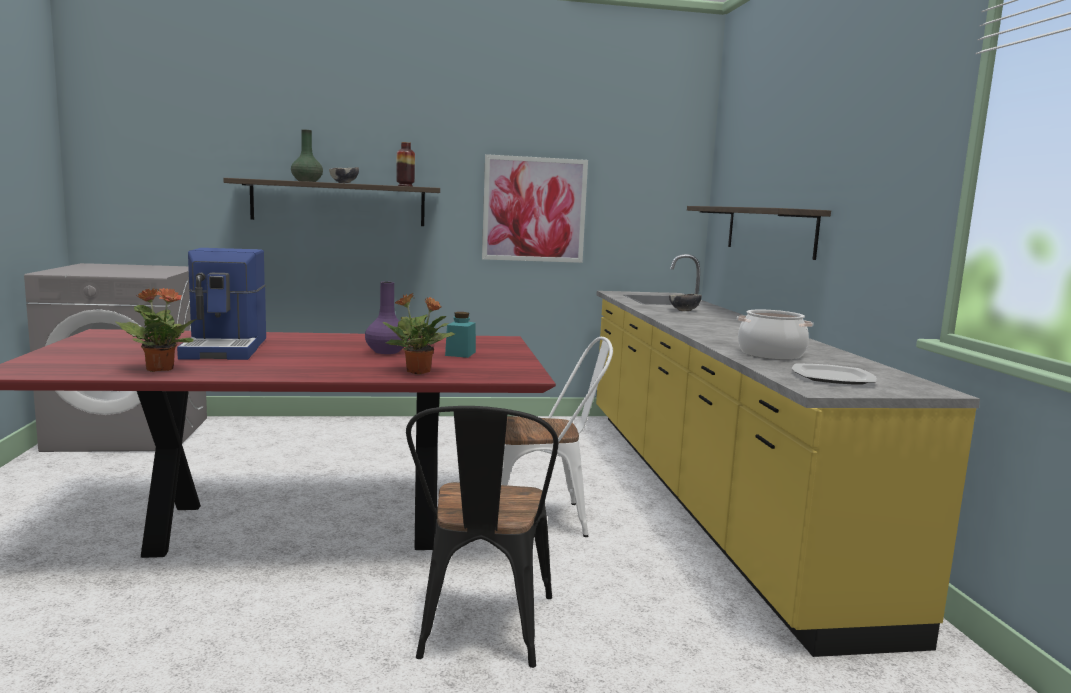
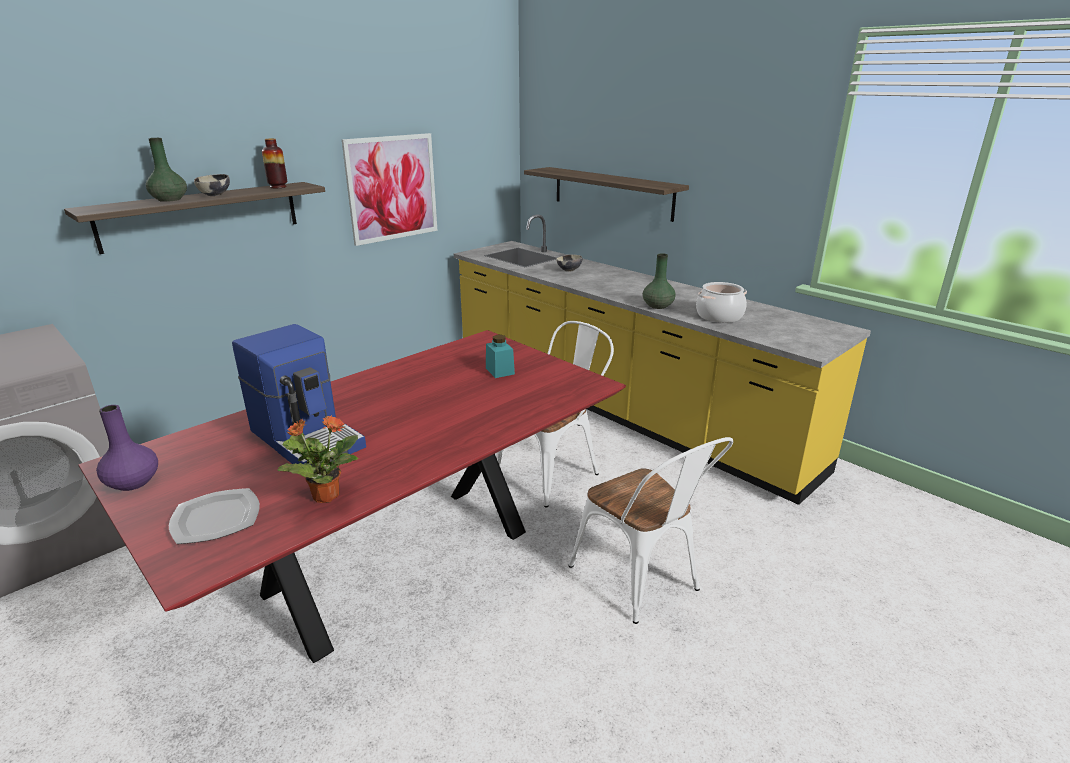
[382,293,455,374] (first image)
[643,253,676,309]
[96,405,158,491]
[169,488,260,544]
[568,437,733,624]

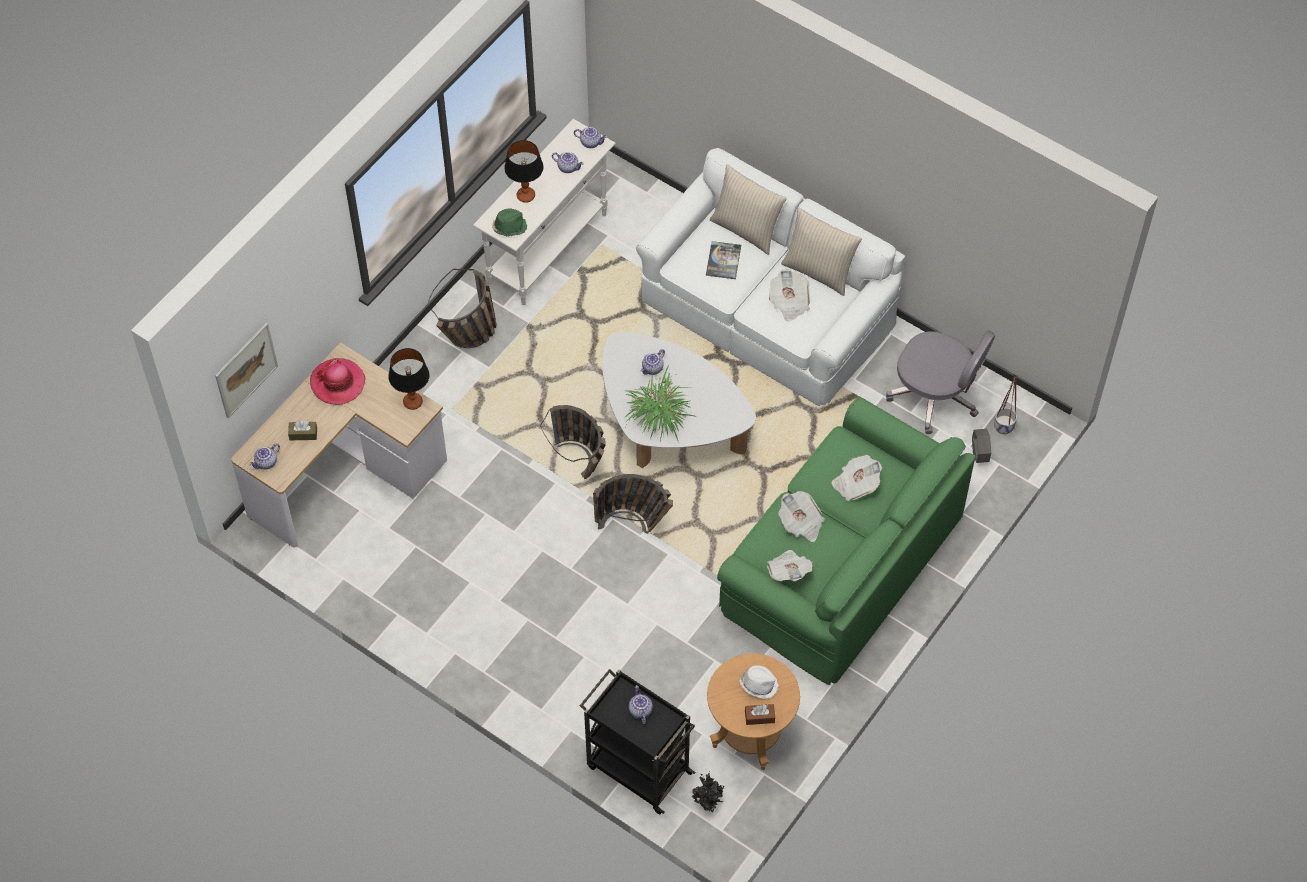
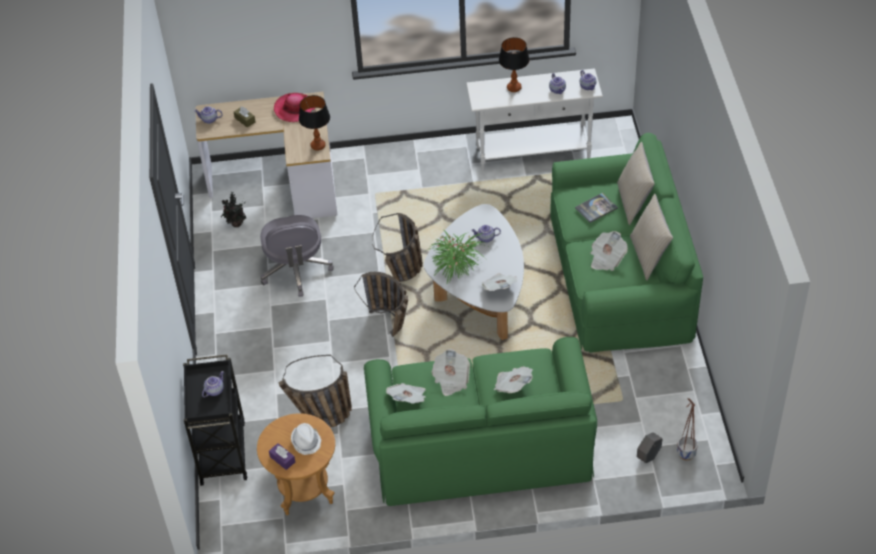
[215,323,278,418] (first image)
[492,208,527,236] (first image)
[482,273,517,291]
[278,355,352,428]
[221,192,246,227]
[260,215,334,297]
[550,133,703,353]
[269,443,295,470]

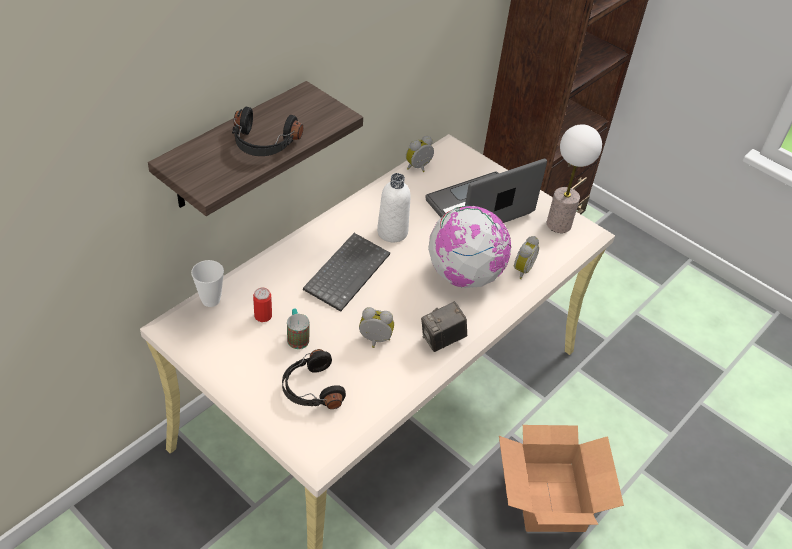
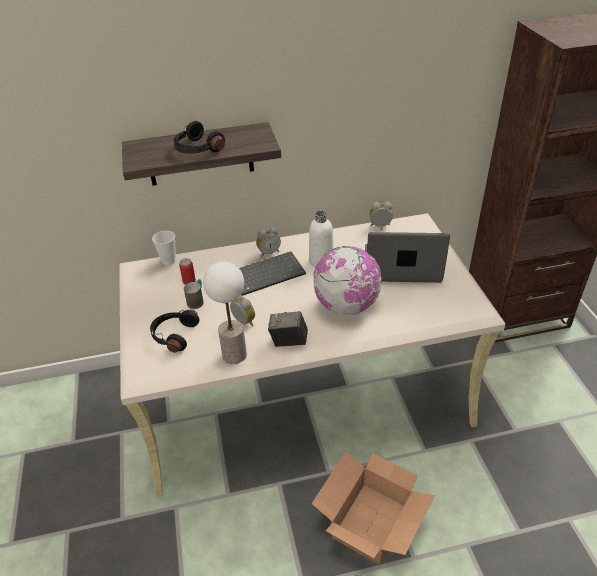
[256,227,281,258]
[203,262,247,364]

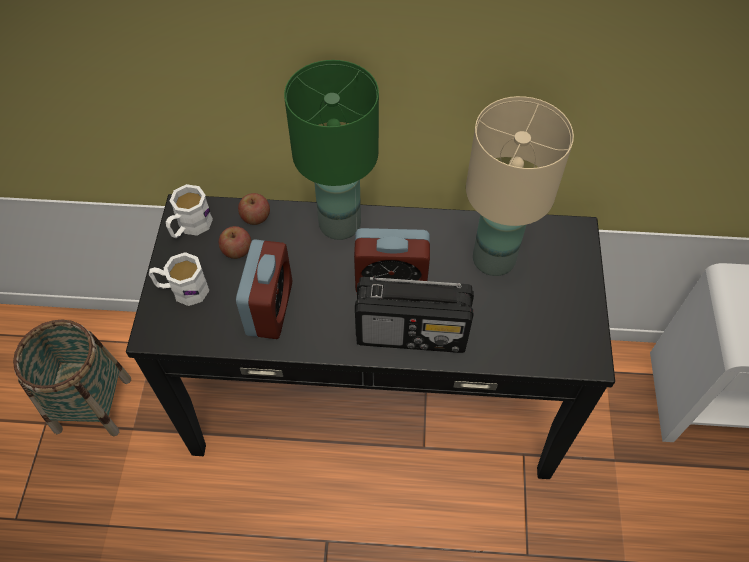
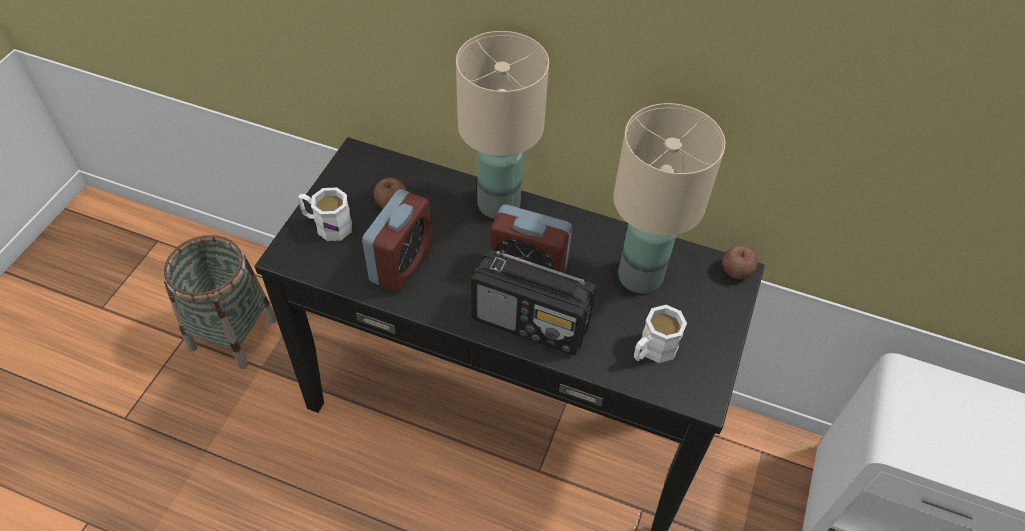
[634,305,687,363]
[723,245,758,279]
[456,31,549,219]

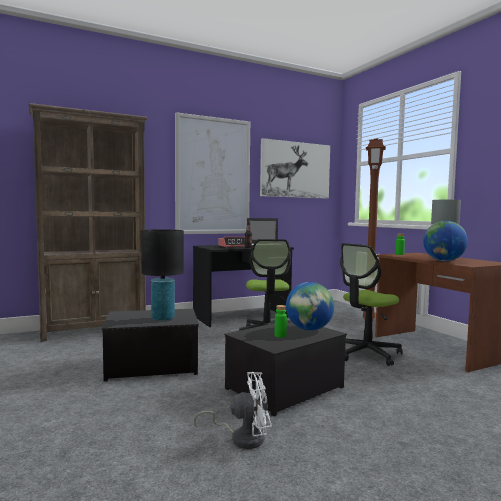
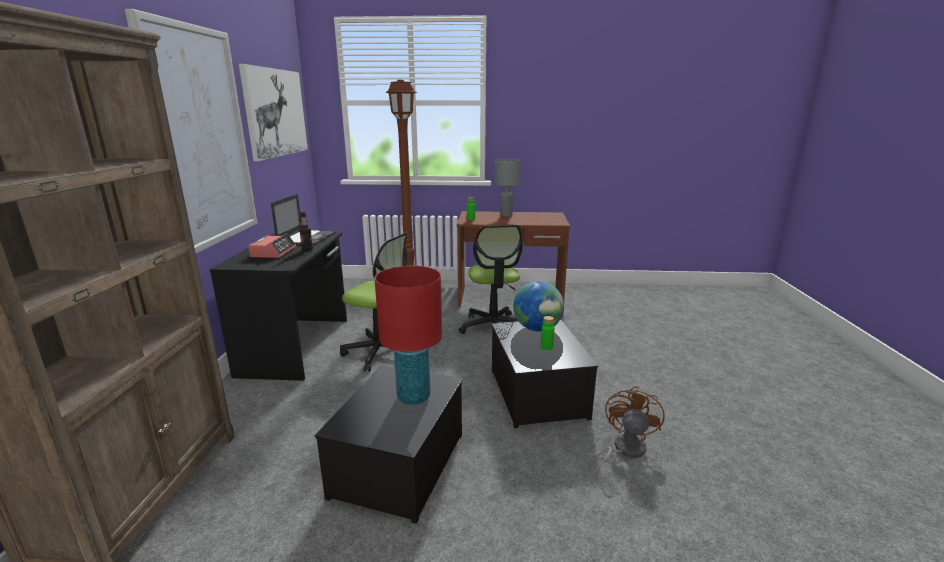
[423,221,468,261] (first image)
[374,266,442,405]
[594,386,665,472]

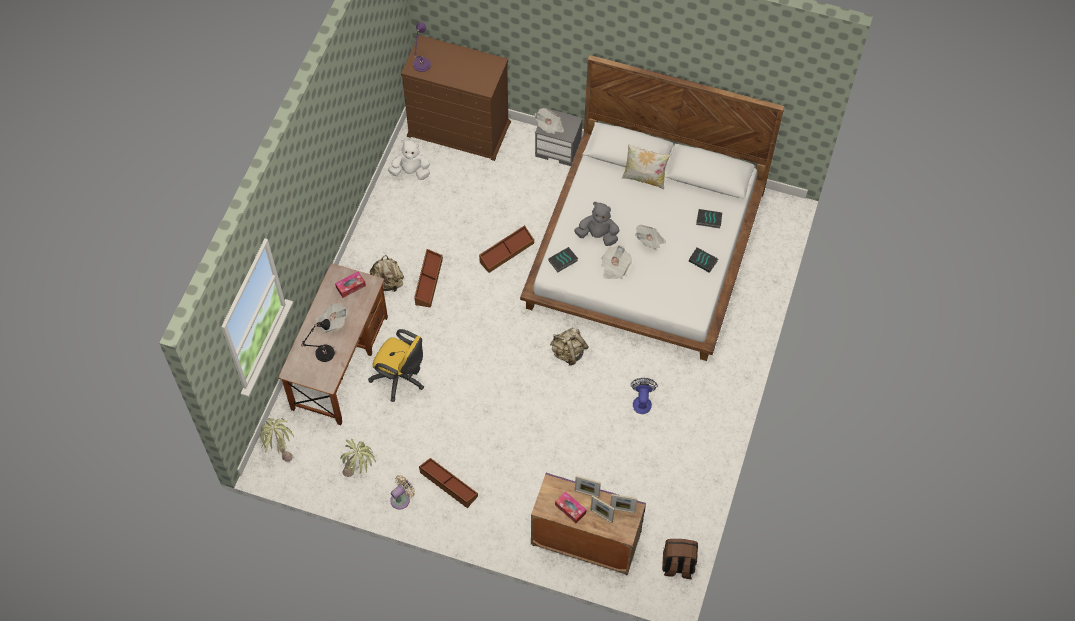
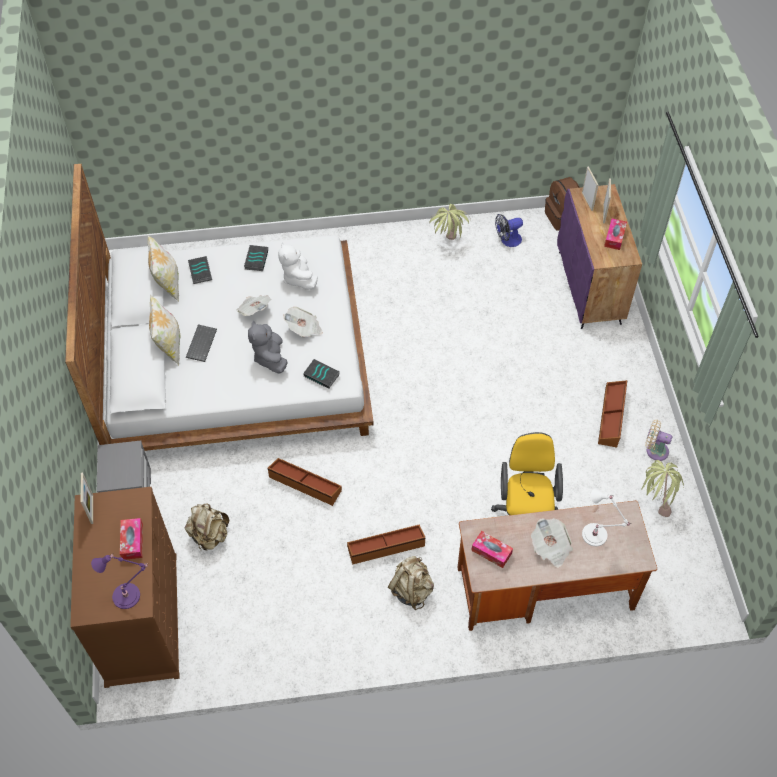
[534,108,564,134] (first image)
[120,518,143,560]
[148,235,179,302]
[186,324,217,362]
[430,204,470,240]
[278,242,318,290]
[185,503,229,550]
[81,473,93,524]
[495,214,523,247]
[582,488,631,546]

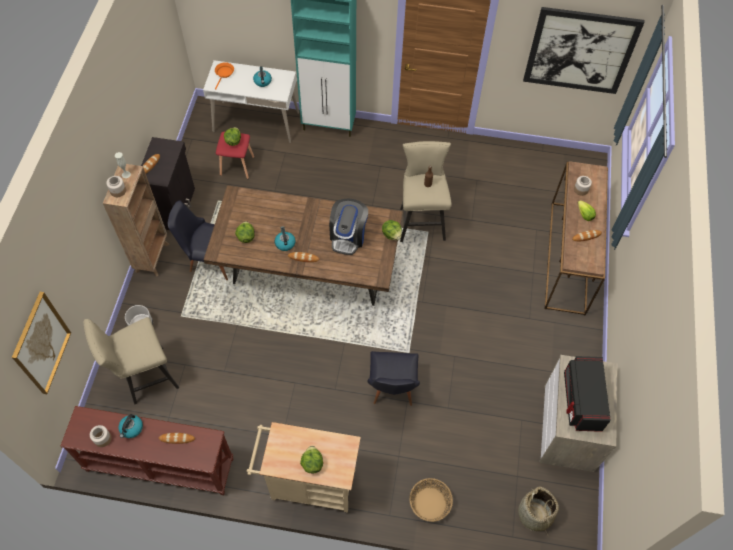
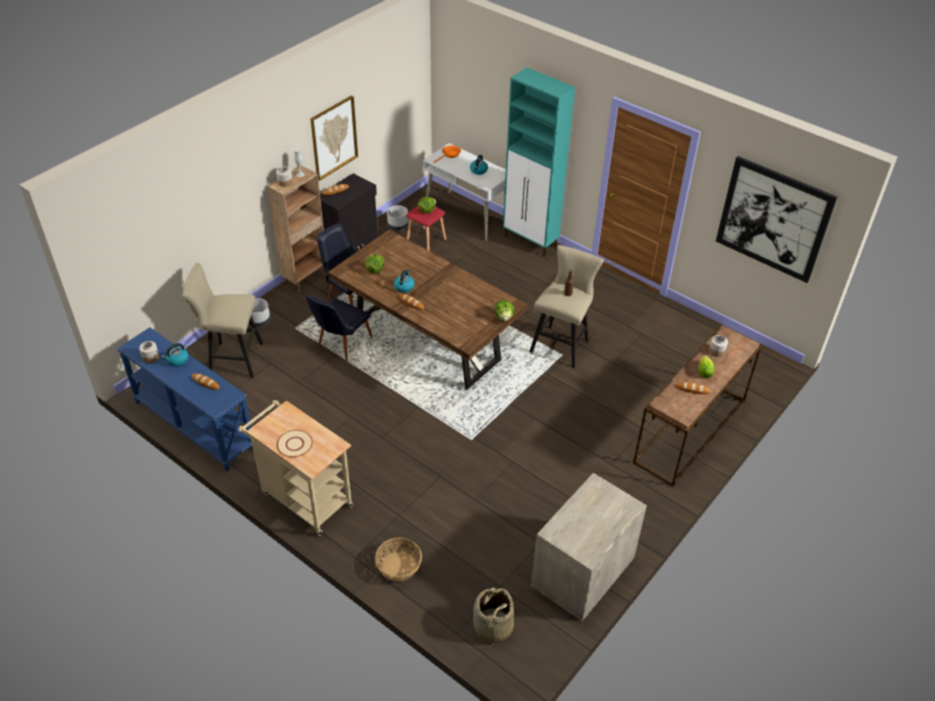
[329,198,368,255] (first image)
[564,356,611,432] (first image)
[387,205,408,231]
[310,96,358,181]
[305,295,372,361]
[277,430,313,457]
[117,327,253,471]

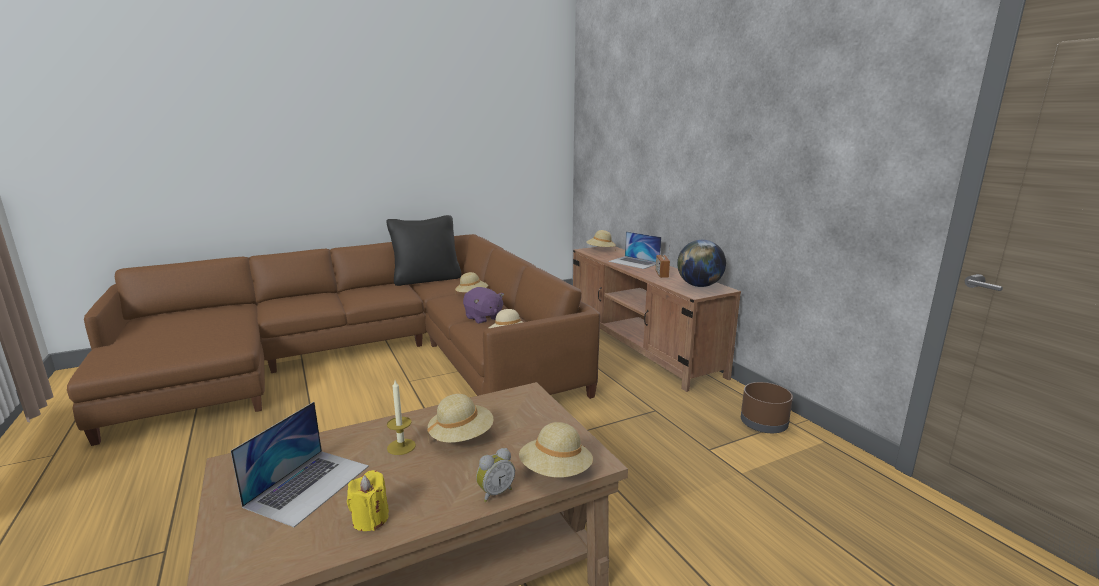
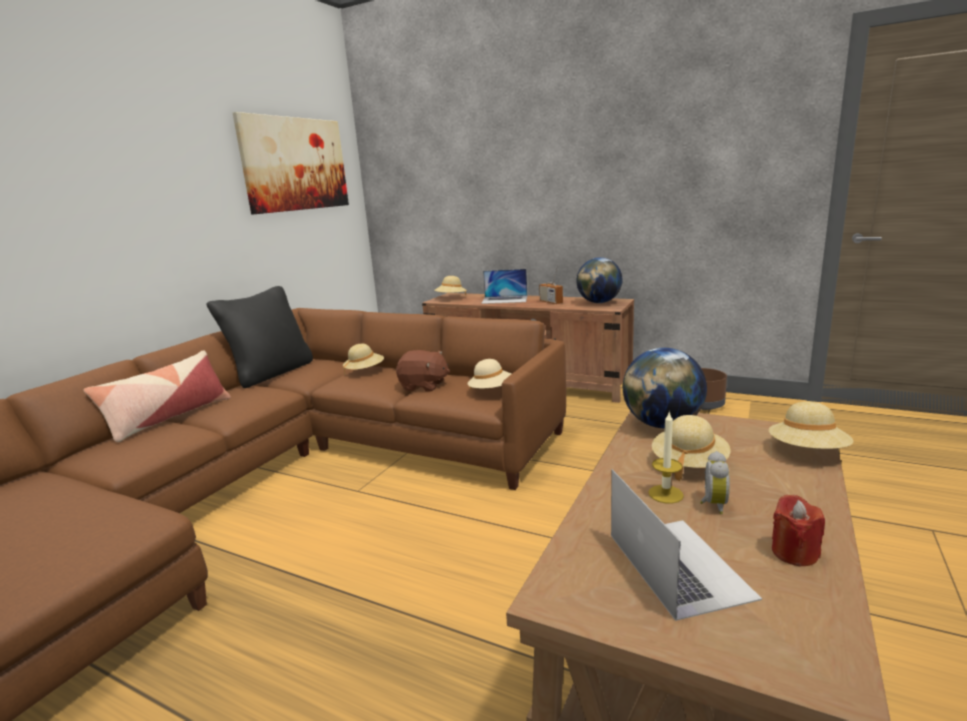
[84,350,231,442]
[233,112,349,215]
[623,348,707,428]
[700,451,730,514]
[772,495,825,566]
[396,350,450,391]

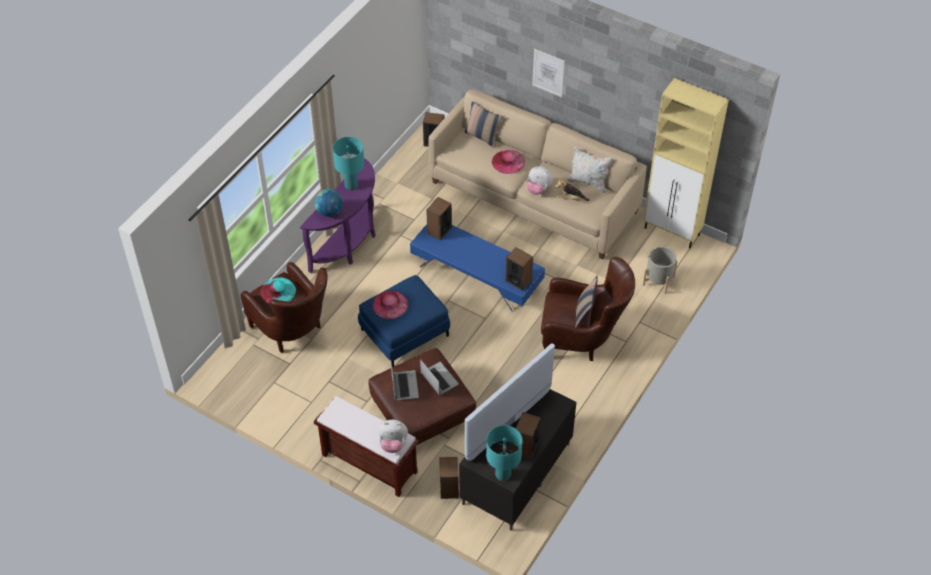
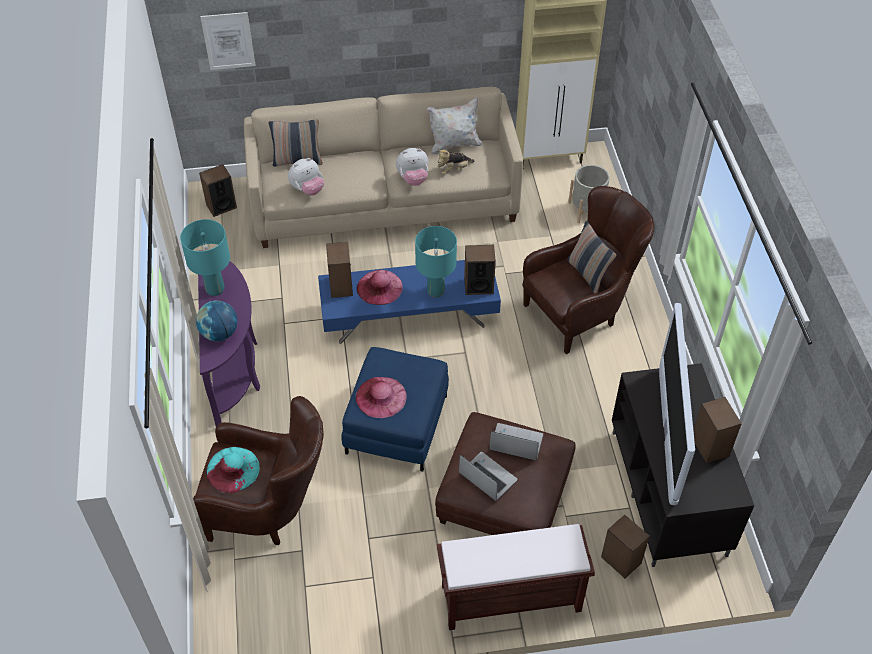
[288,158,324,196]
[415,226,457,298]
[357,270,403,305]
[200,12,256,70]

